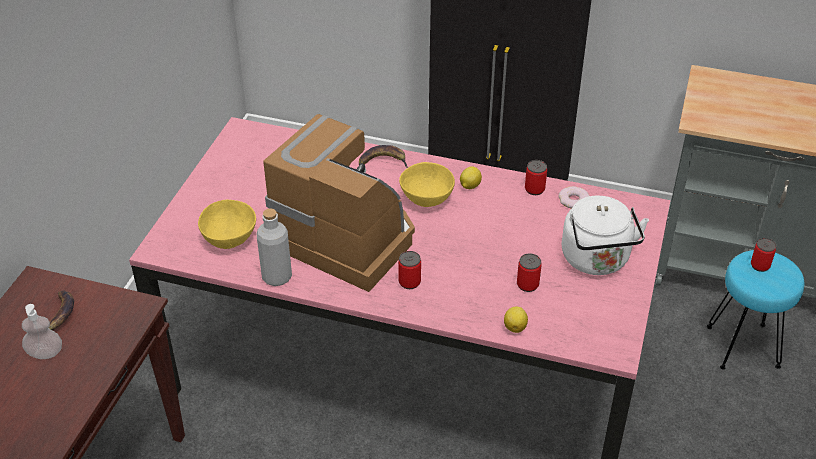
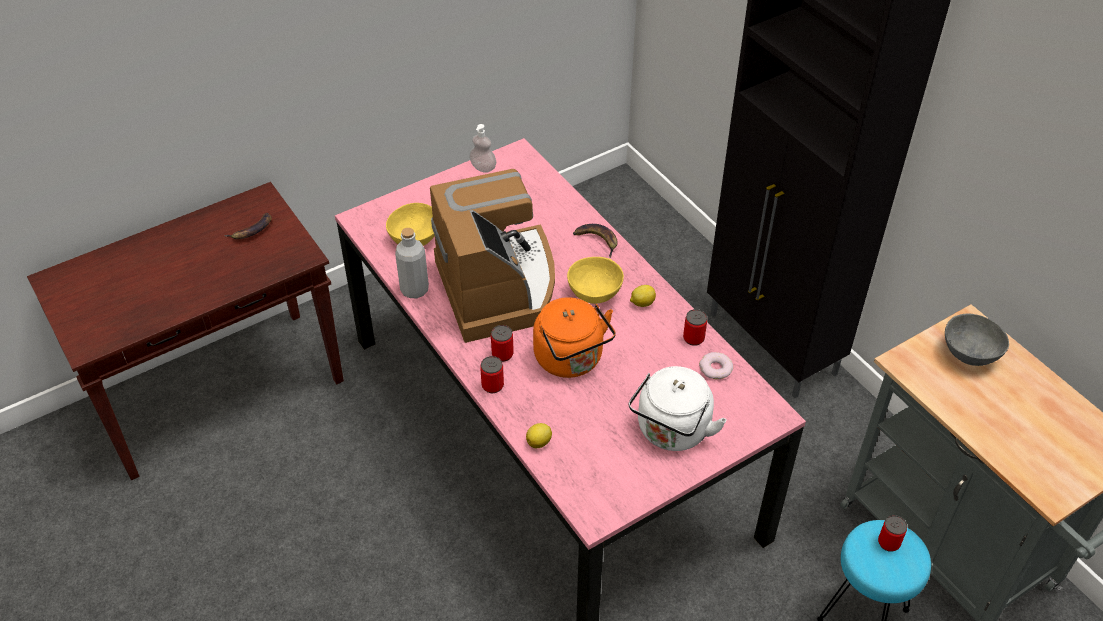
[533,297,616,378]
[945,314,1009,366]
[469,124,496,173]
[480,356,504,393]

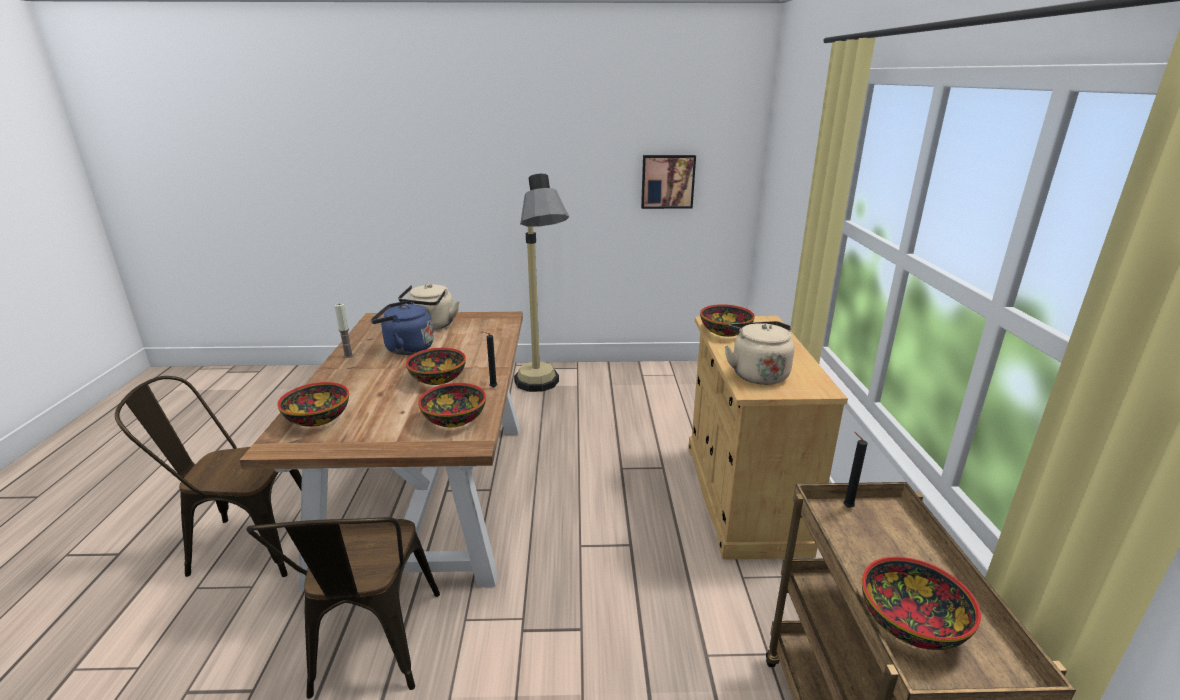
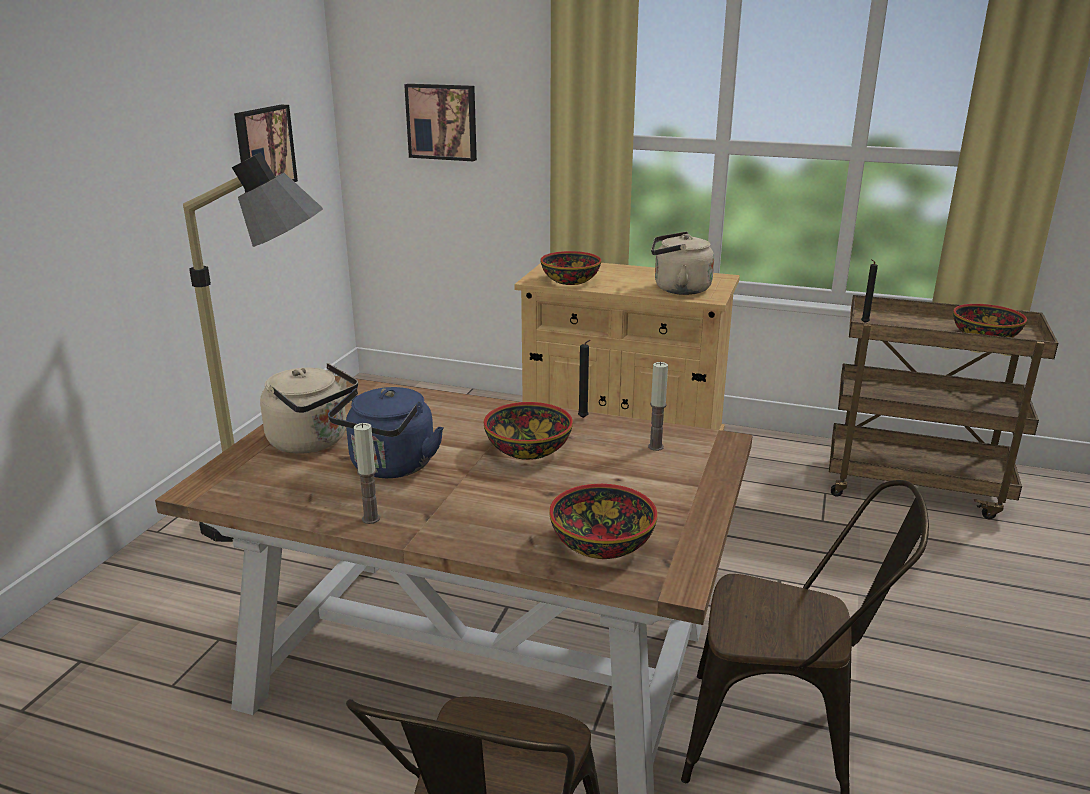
[404,84,477,161]
[648,362,668,451]

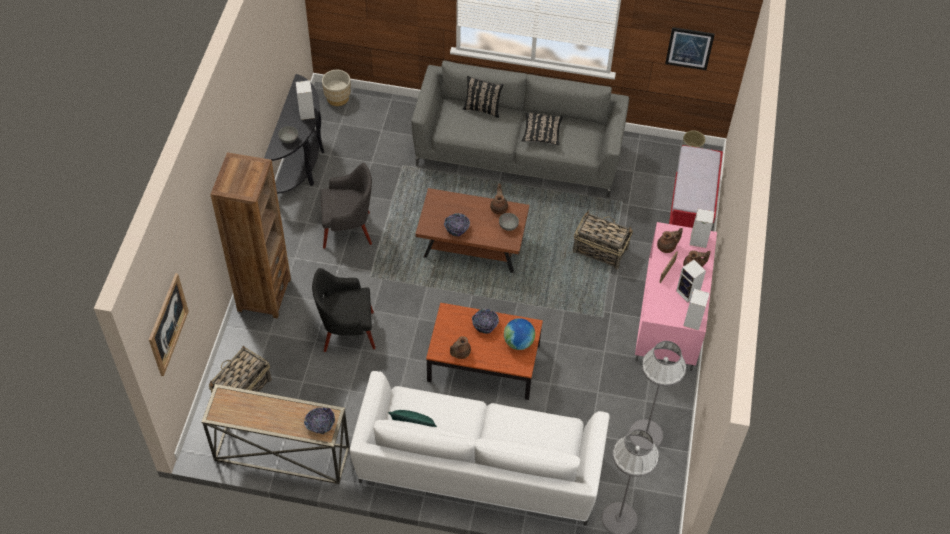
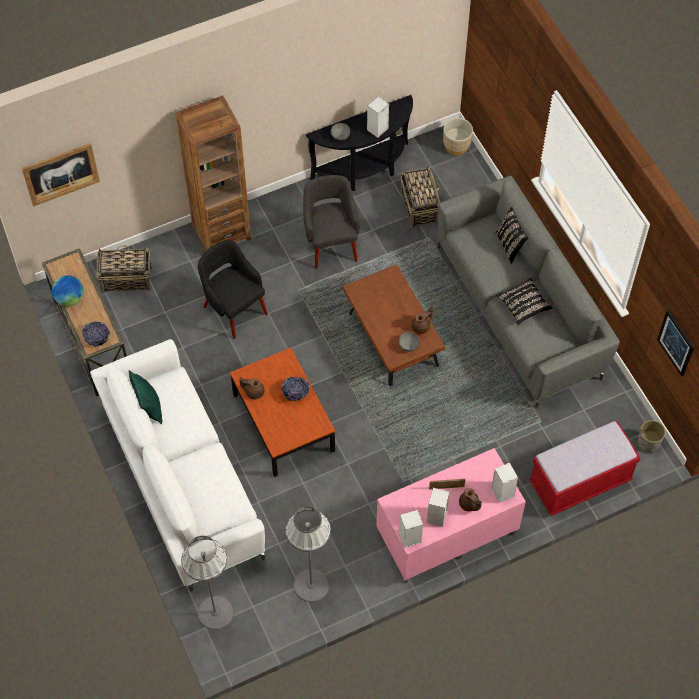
[444,213,470,236] (first image)
[657,228,683,253] (first image)
[52,275,83,306]
[400,165,441,229]
[303,175,360,269]

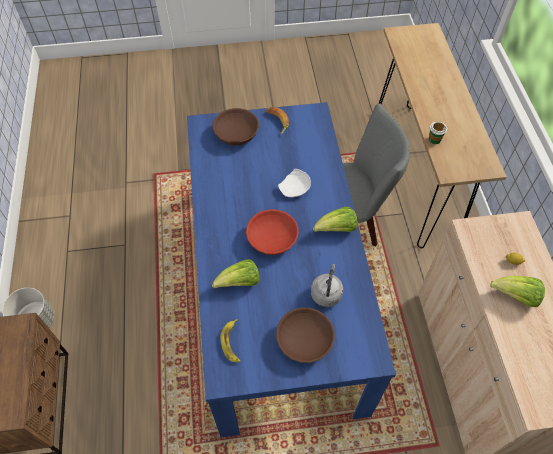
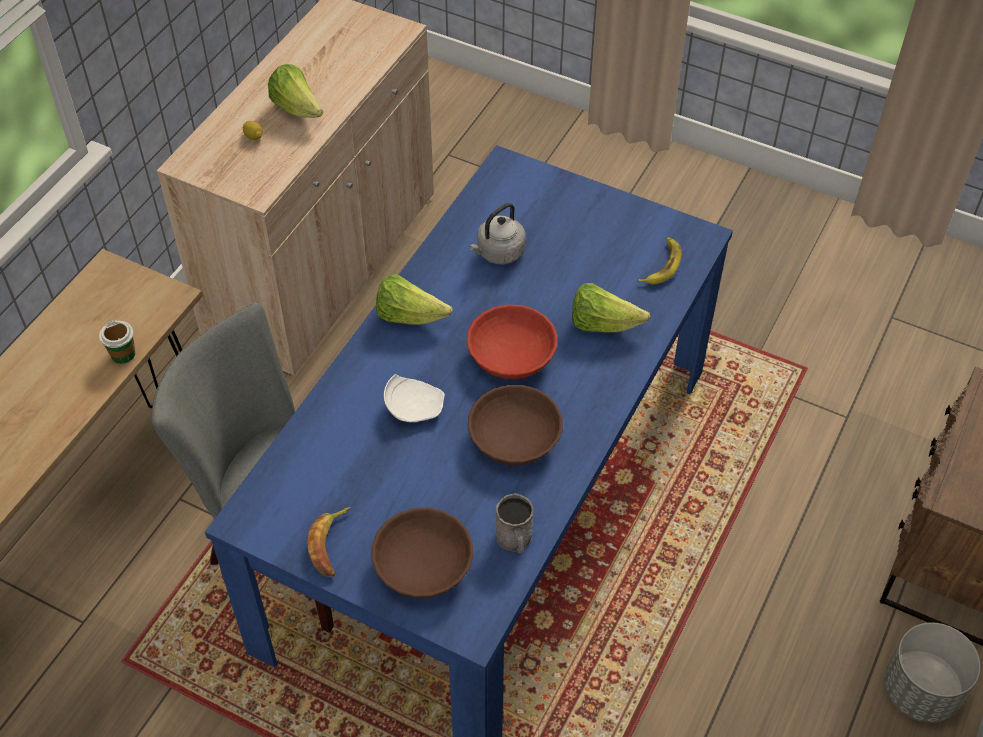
[496,493,533,554]
[468,385,563,465]

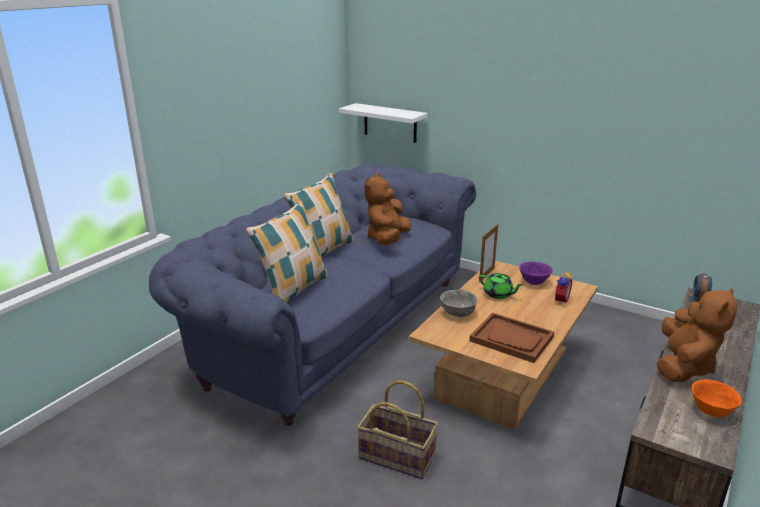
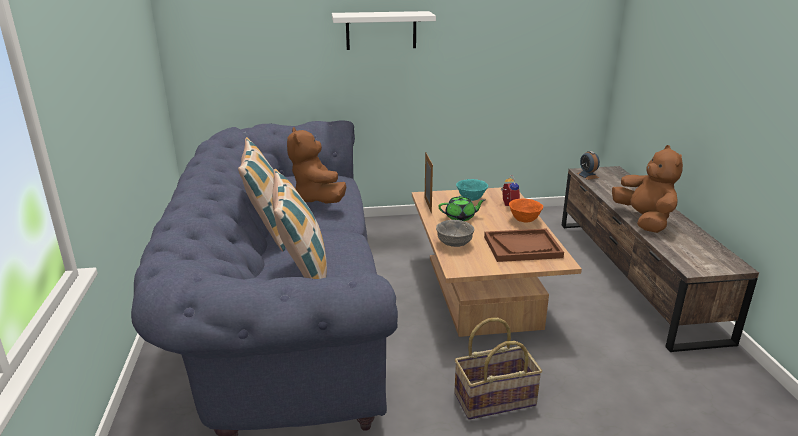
[332,11,436,50]
[509,199,543,222]
[456,179,488,201]

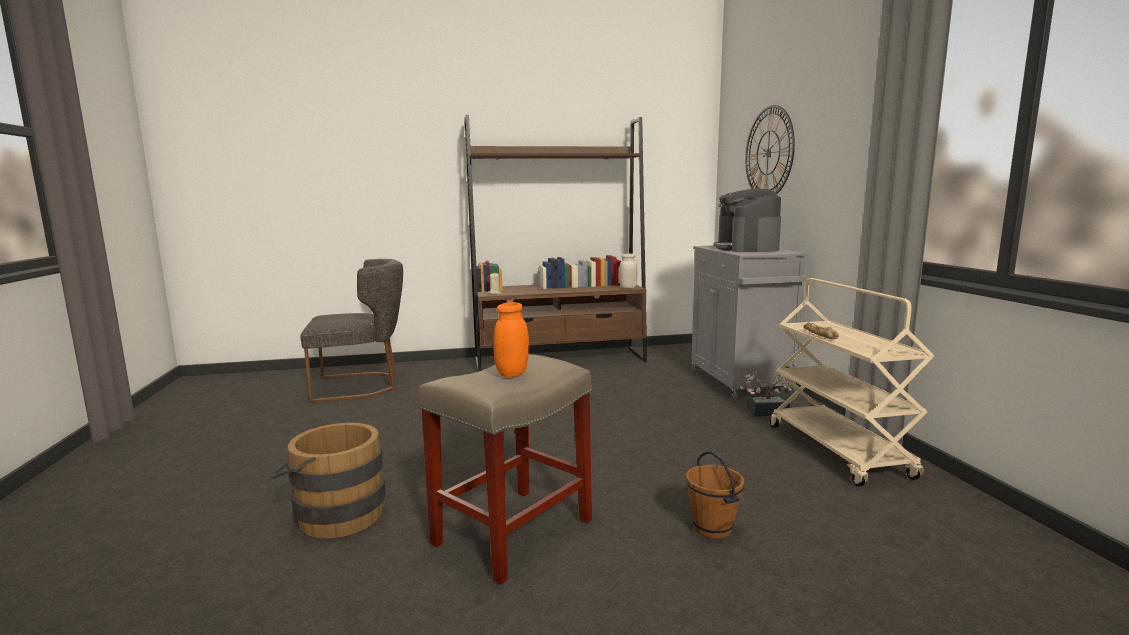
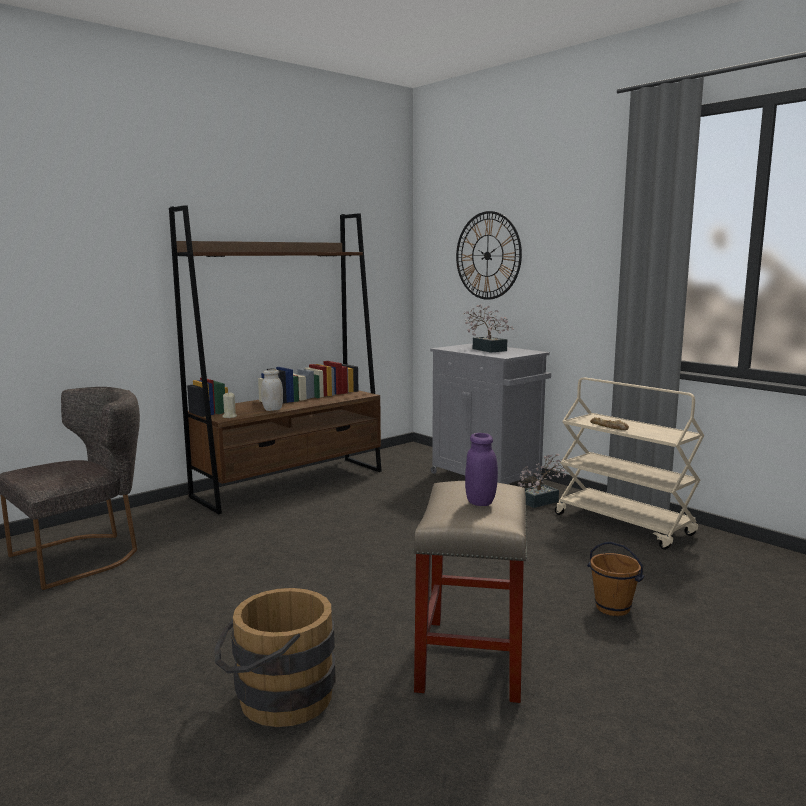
[261,369,283,411]
[464,305,514,353]
[465,433,498,506]

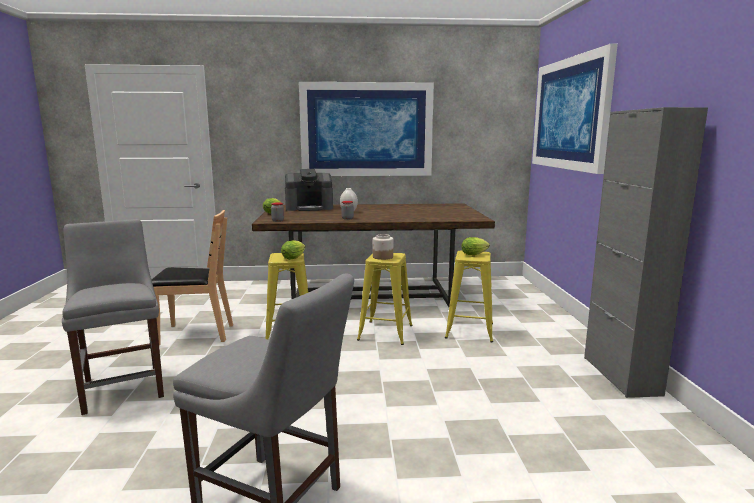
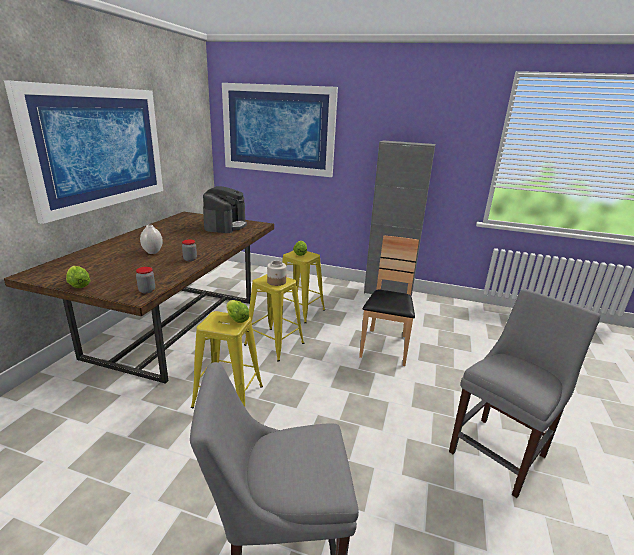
[359,235,419,366]
[203,186,247,233]

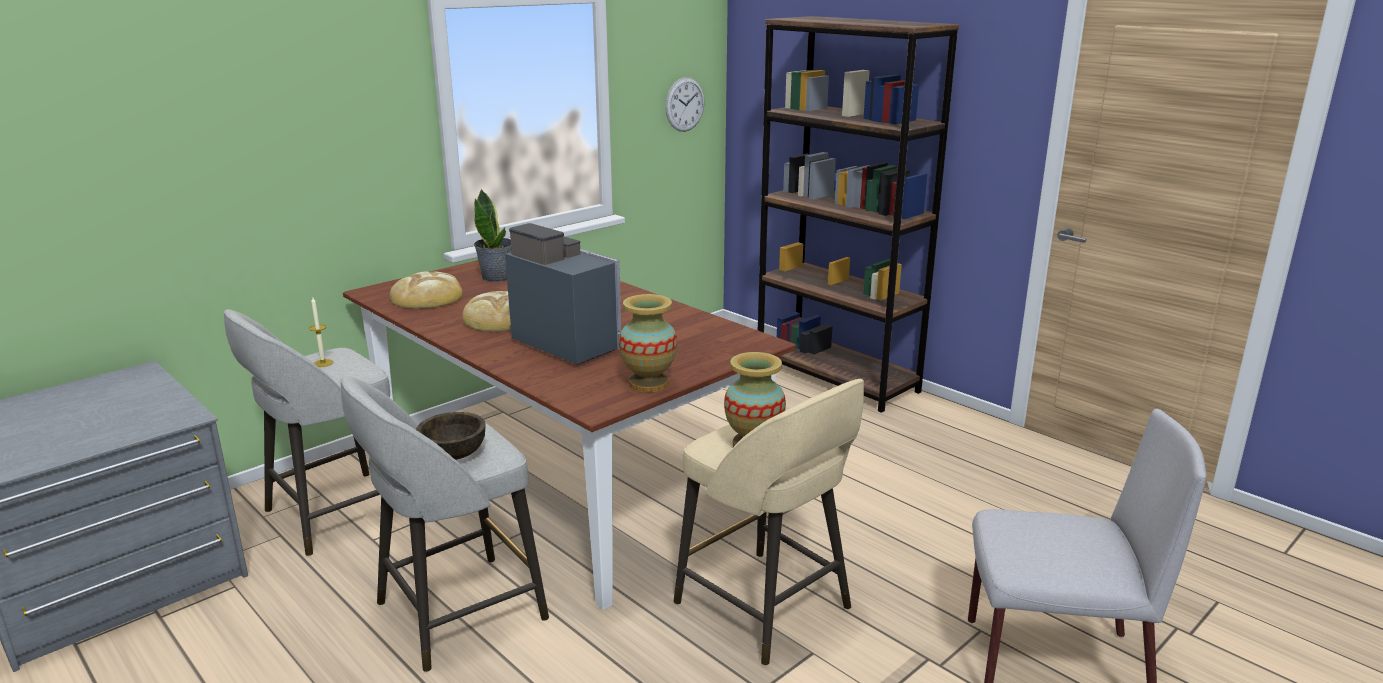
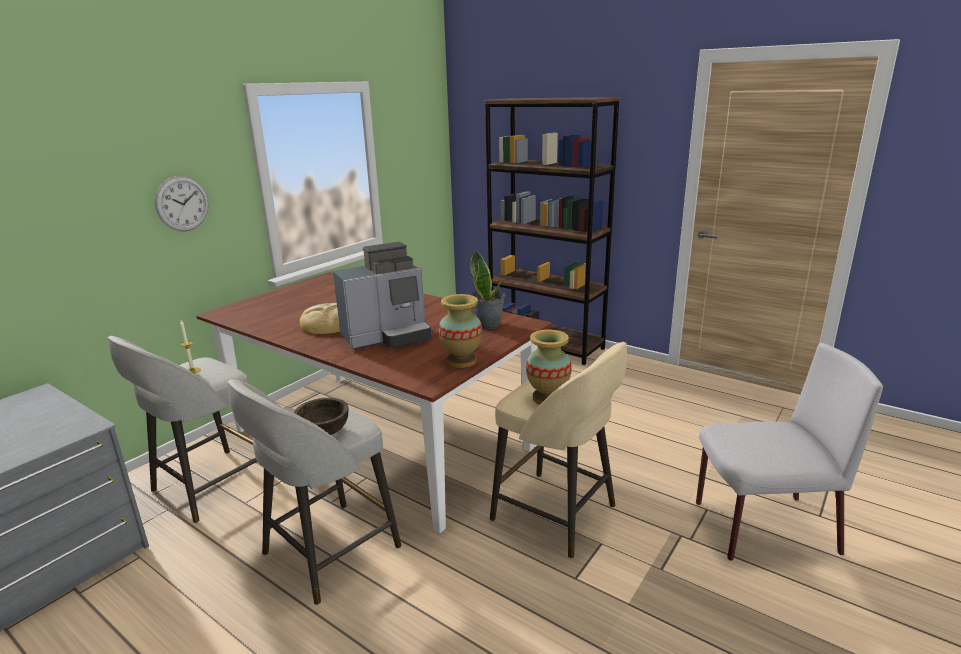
[390,272,463,309] (first image)
[470,249,506,329]
[155,176,209,231]
[333,242,432,349]

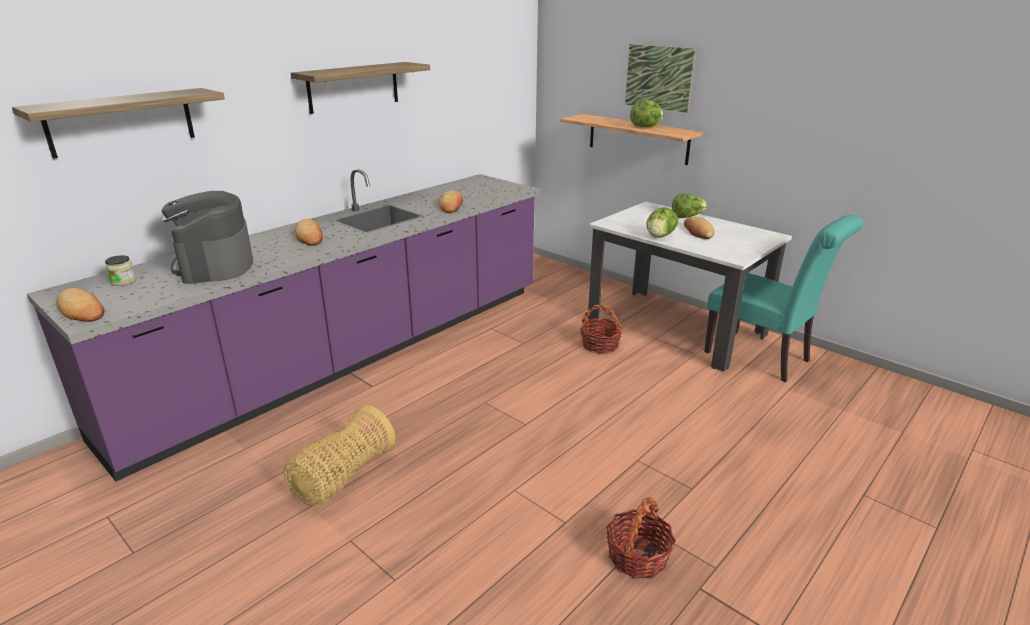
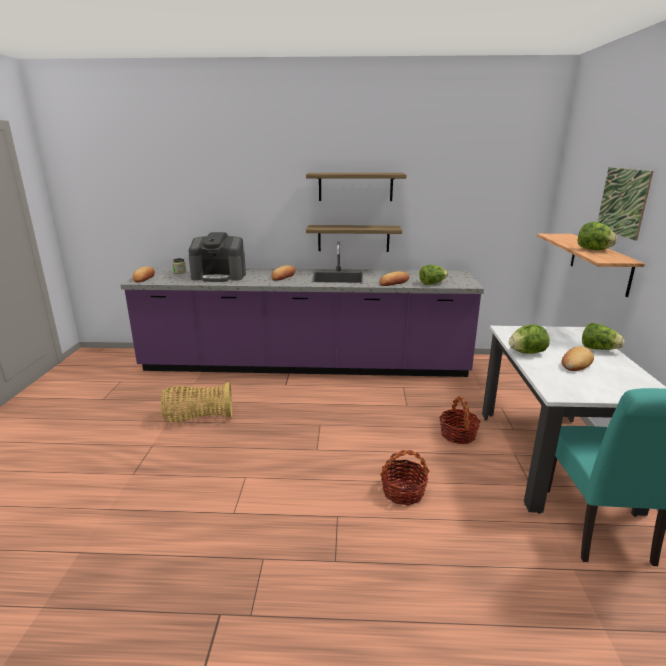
[419,265,448,285]
[306,225,402,252]
[380,450,429,505]
[189,232,246,282]

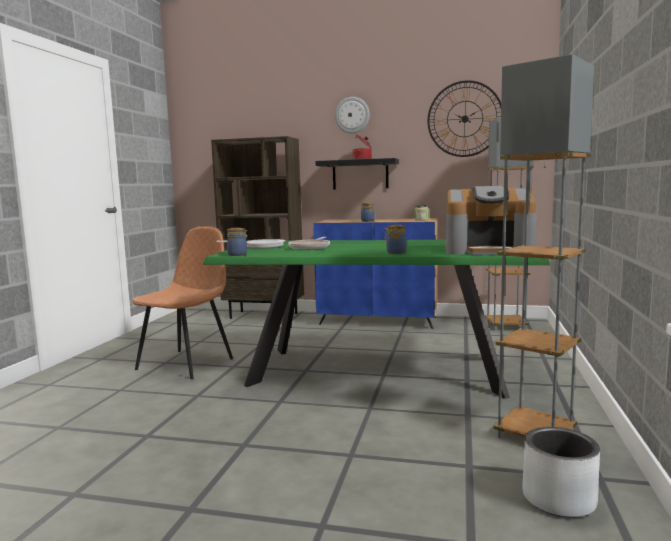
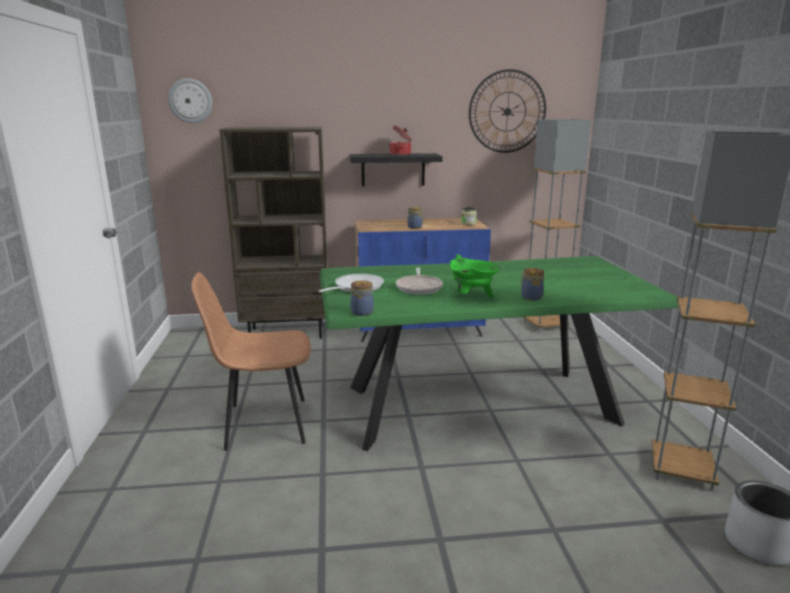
[445,186,537,255] (first image)
[450,254,500,298]
[168,78,212,123]
[191,272,311,451]

